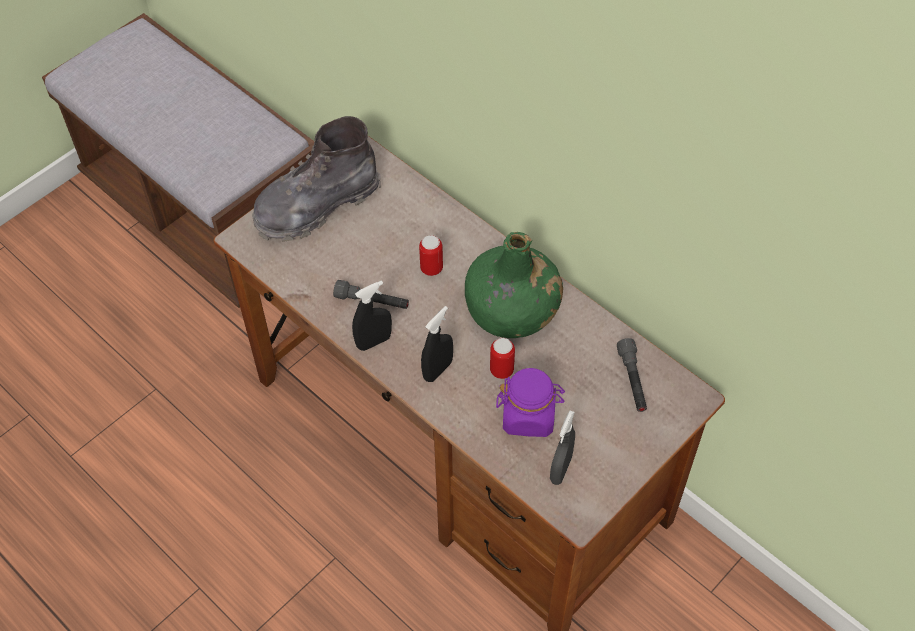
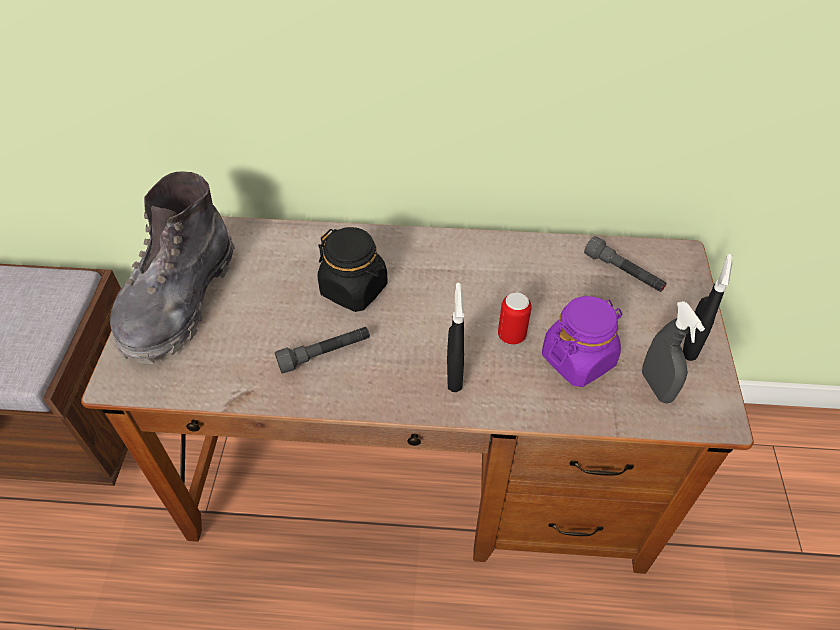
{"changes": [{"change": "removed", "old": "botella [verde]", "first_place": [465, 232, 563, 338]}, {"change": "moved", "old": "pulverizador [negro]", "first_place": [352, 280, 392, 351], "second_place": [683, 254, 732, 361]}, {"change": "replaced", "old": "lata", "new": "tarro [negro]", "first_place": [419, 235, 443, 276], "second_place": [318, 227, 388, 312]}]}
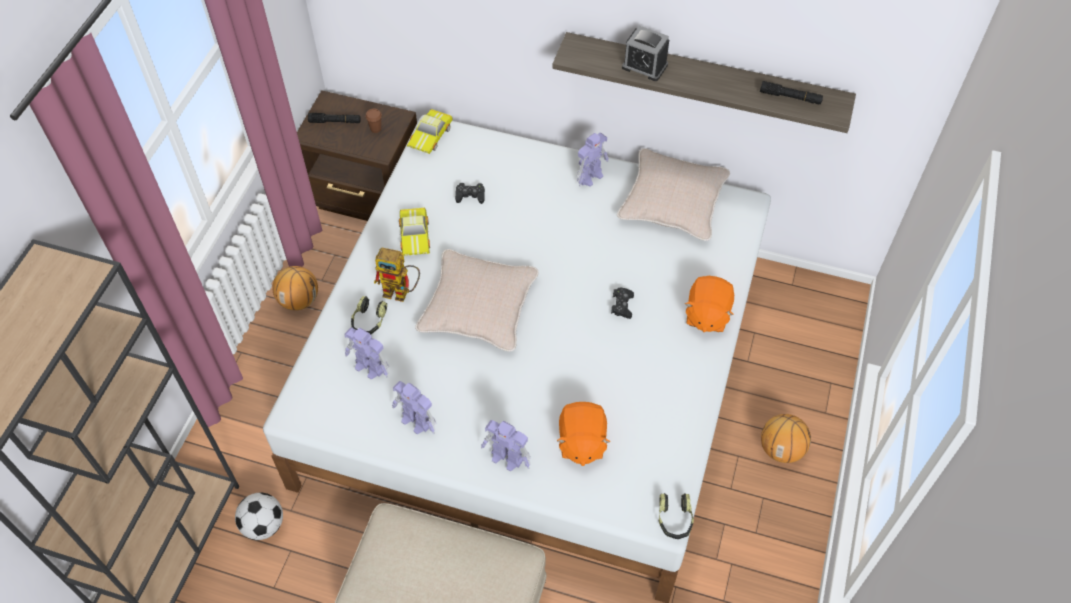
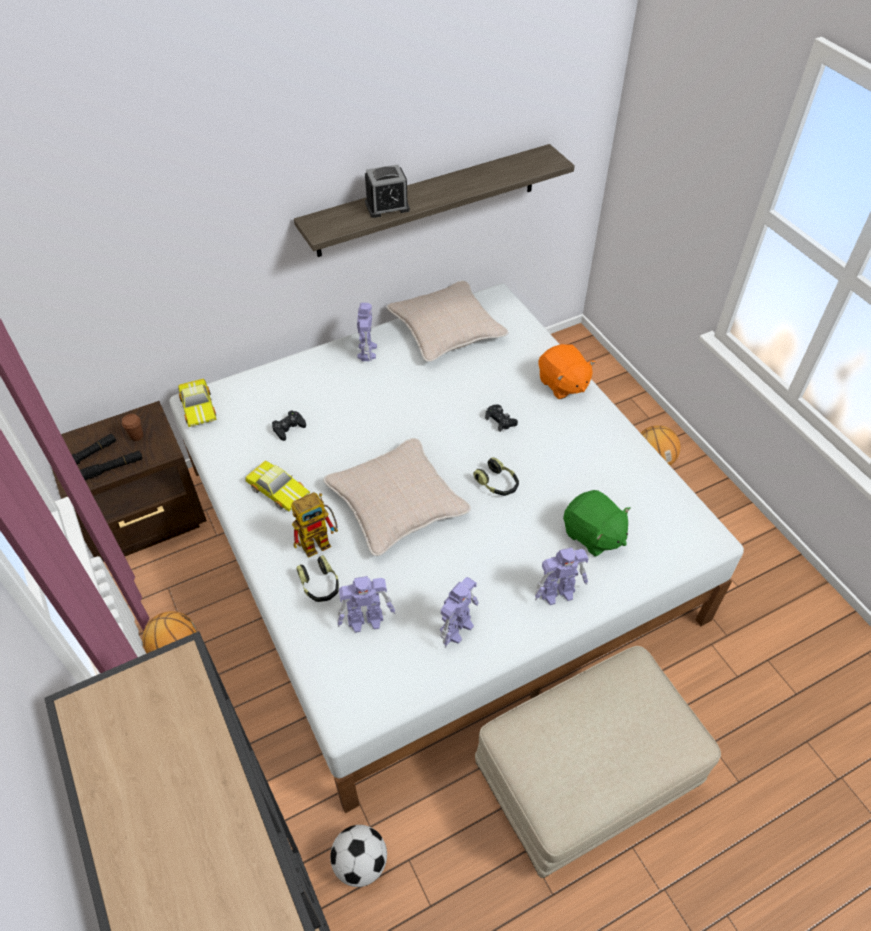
{"changes": [{"change": "moved", "old": "auriculares", "first_place": [659, 493, 694, 539], "second_place": [473, 457, 519, 496]}, {"change": "moved", "old": "linterna [negro]", "first_place": [760, 81, 823, 104], "second_place": [80, 451, 143, 480]}, {"change": "recoloured", "old": "peluche [naranja]", "new": "peluche [verde]", "first_place": [557, 402, 610, 466], "second_place": [563, 490, 631, 556]}, {"change": "turned", "old": "robot de juguete", "first_place": [392, 381, 436, 434], "second_place": [440, 577, 479, 648], "degrees": -45}]}
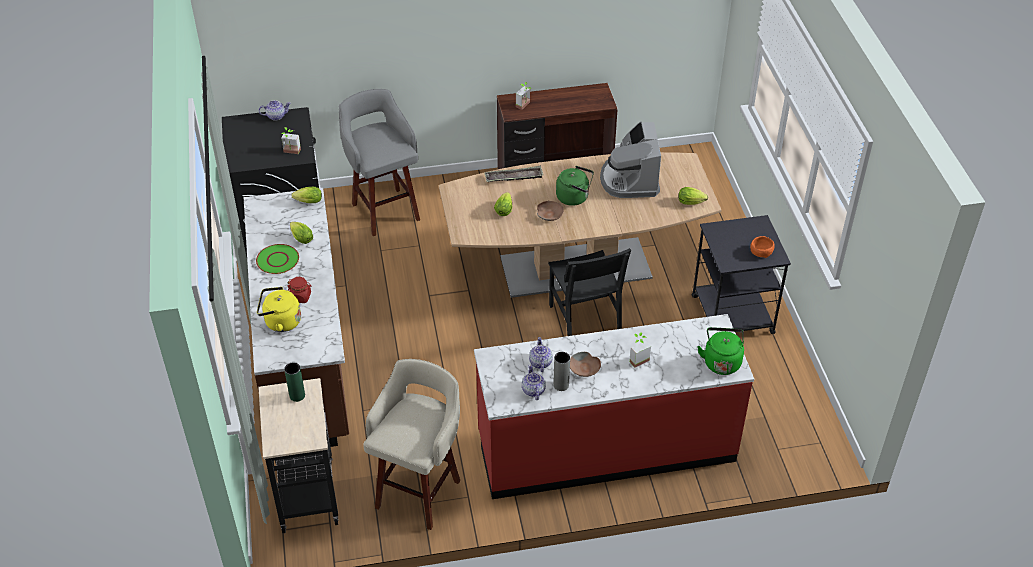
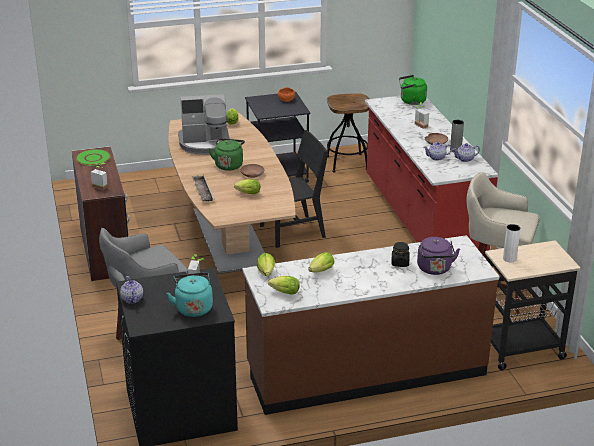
{"changes": [{"change": "added", "new": "hervidor [turquesa]", "second_place": [167, 272, 213, 317]}, {"change": "added", "new": "lechuga", "second_place": [268, 276, 300, 295]}, {"change": "added", "new": "taburete [marrón]", "second_place": [327, 93, 369, 173]}, {"change": "moved", "old": "plato [verde]", "first_place": [256, 244, 299, 274], "second_place": [76, 149, 111, 166]}, {"change": "recoloured", "old": "hervidor [amarillo]", "new": "hervidor [morado]", "first_place": [257, 287, 301, 332], "second_place": [417, 237, 460, 275]}, {"change": "recoloured", "old": "florero [verde]", "new": "florero [blanco]", "first_place": [284, 362, 305, 402], "second_place": [503, 224, 521, 263]}, {"change": "recoloured", "old": "tarro [rojo]", "new": "tarro [negro]", "first_place": [287, 277, 311, 303], "second_place": [392, 242, 410, 267]}]}
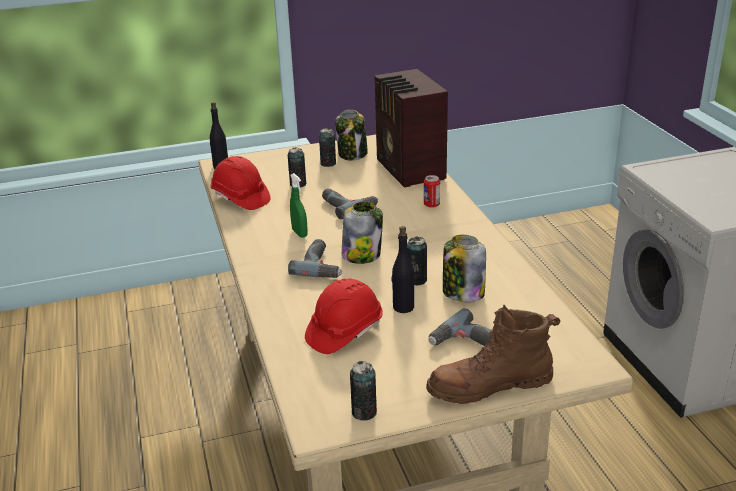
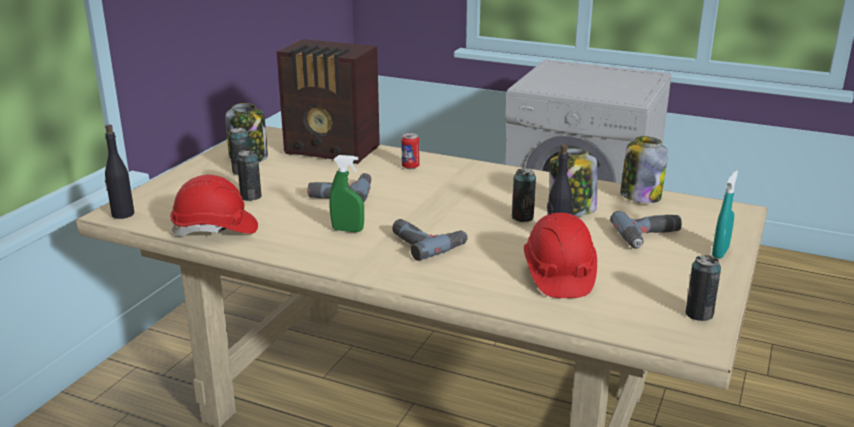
{"changes": [{"change": "moved", "old": "tarro", "first_place": [342, 201, 383, 264], "second_place": [620, 136, 668, 203]}, {"change": "replaced", "old": "bota [marrón]", "new": "pulverizador [turquesa]", "first_place": [426, 304, 561, 404], "second_place": [712, 171, 738, 259]}]}
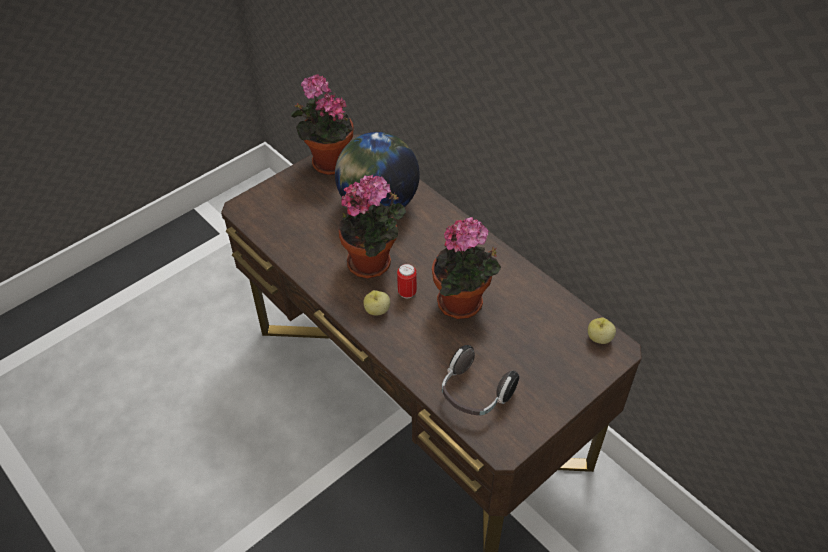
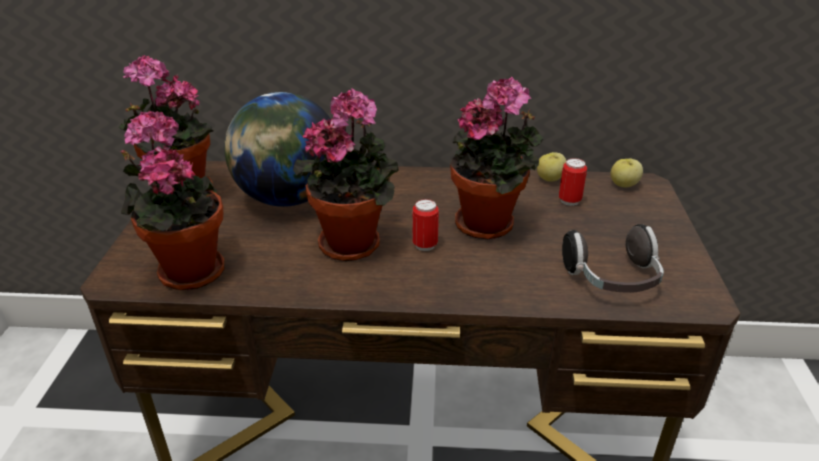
{"changes": [{"change": "added", "new": "planta en maceta", "second_place": [120, 111, 224, 290]}, {"change": "added", "new": "lata", "second_place": [559, 158, 587, 206]}, {"change": "moved", "old": "manzana", "first_place": [363, 290, 390, 316], "second_place": [537, 152, 566, 182]}]}
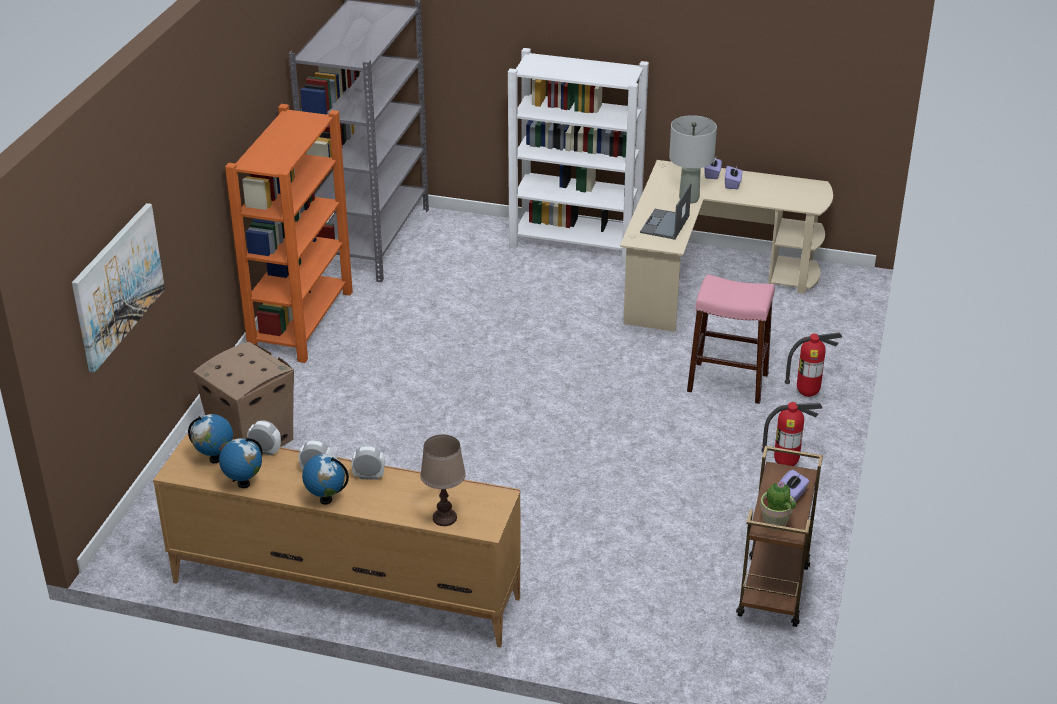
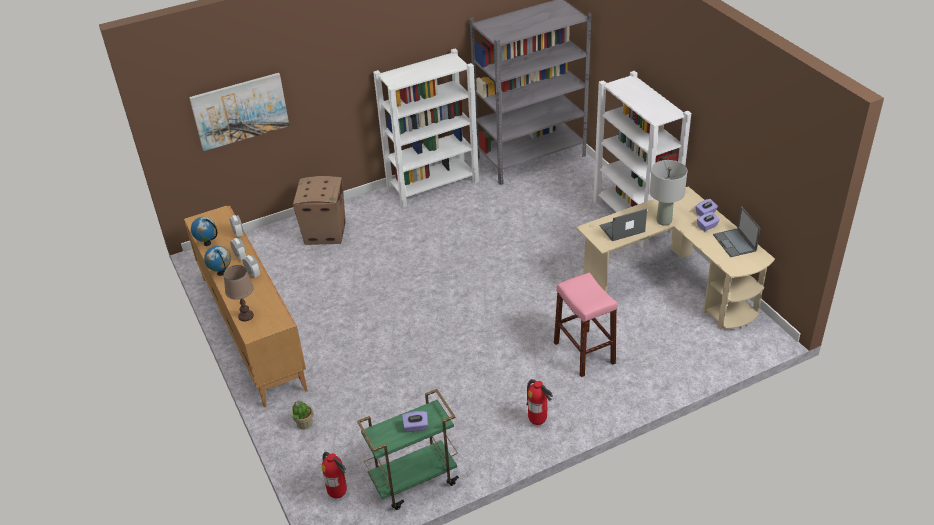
{"changes": [{"change": "removed", "old": "globo terráqueo", "first_place": [188, 414, 233, 463]}, {"change": "added", "new": "portátil", "second_place": [713, 206, 760, 257]}, {"change": "moved", "old": "planta en maceta", "first_place": [760, 481, 796, 530], "second_place": [292, 401, 314, 429]}, {"change": "moved", "old": "extintor", "first_place": [785, 332, 842, 397], "second_place": [322, 452, 347, 498]}, {"change": "recoloured", "old": "estantería [naranja]", "new": "estantería [blanco]", "first_place": [225, 104, 353, 363], "second_place": [373, 49, 479, 208]}, {"change": "recoloured", "old": "carrito [marrón]", "new": "carrito [verde]", "first_place": [736, 446, 823, 627], "second_place": [357, 389, 459, 510]}]}
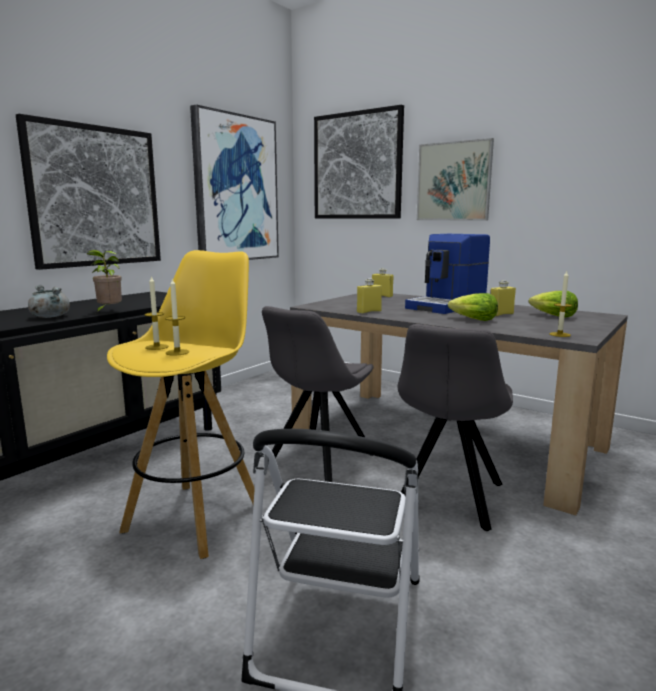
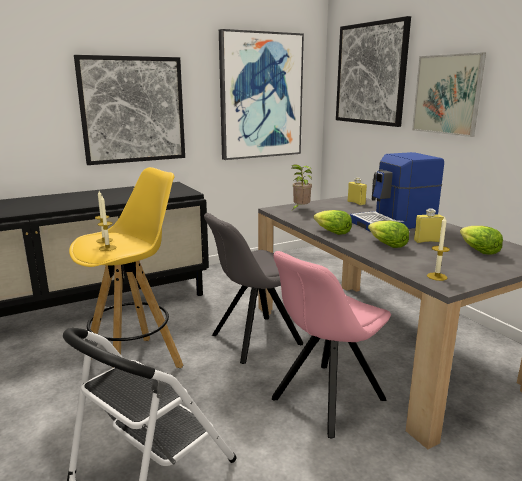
{"changes": [{"change": "removed", "old": "olla [gris]", "first_place": [28, 285, 70, 318]}, {"change": "removed", "old": "botella [amarillo]", "first_place": [357, 278, 382, 314]}, {"change": "added", "new": "lechuga", "second_place": [313, 210, 352, 235]}, {"change": "moved", "old": "planta en maceta", "first_place": [86, 250, 122, 314], "second_place": [292, 164, 312, 209]}, {"change": "recoloured", "old": "silla [gris]", "new": "silla [rosa]", "first_place": [398, 324, 513, 531], "second_place": [272, 251, 391, 438]}]}
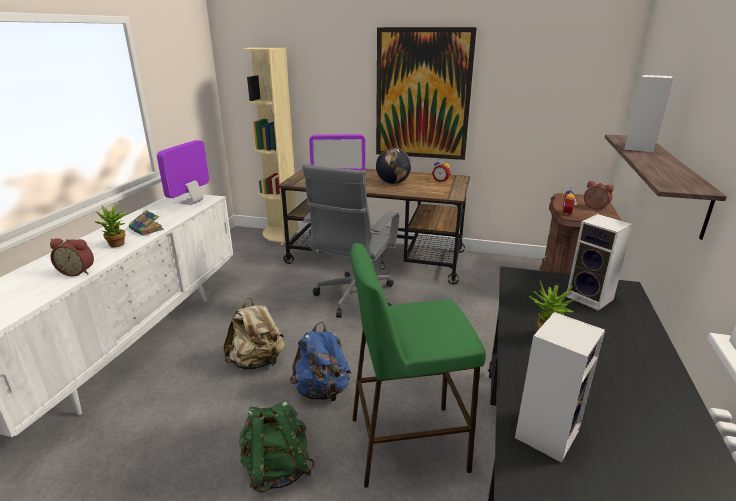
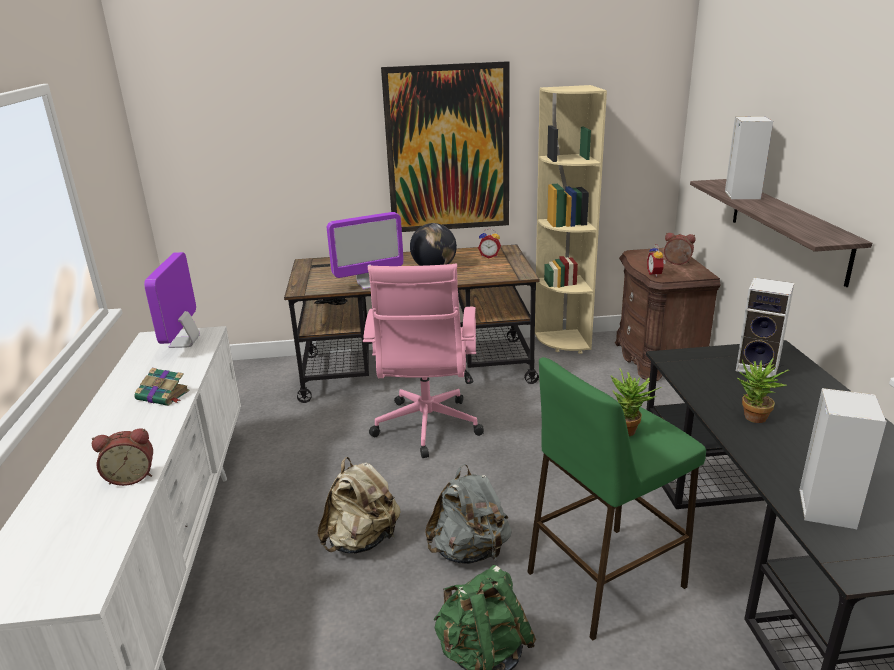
{"changes": [{"change": "moved", "old": "planta en maceta", "first_place": [94, 204, 130, 247], "second_place": [611, 369, 662, 436]}, {"change": "moved", "old": "estantería [beis]", "first_place": [243, 48, 298, 245], "second_place": [535, 85, 607, 354]}, {"change": "recoloured", "old": "mochila [azul]", "new": "mochila [gris]", "first_place": [290, 322, 351, 403], "second_place": [425, 464, 512, 564]}, {"change": "recoloured", "old": "silla de oficina [gris]", "new": "silla de oficina [rosa]", "first_place": [302, 164, 399, 318], "second_place": [363, 263, 484, 458]}]}
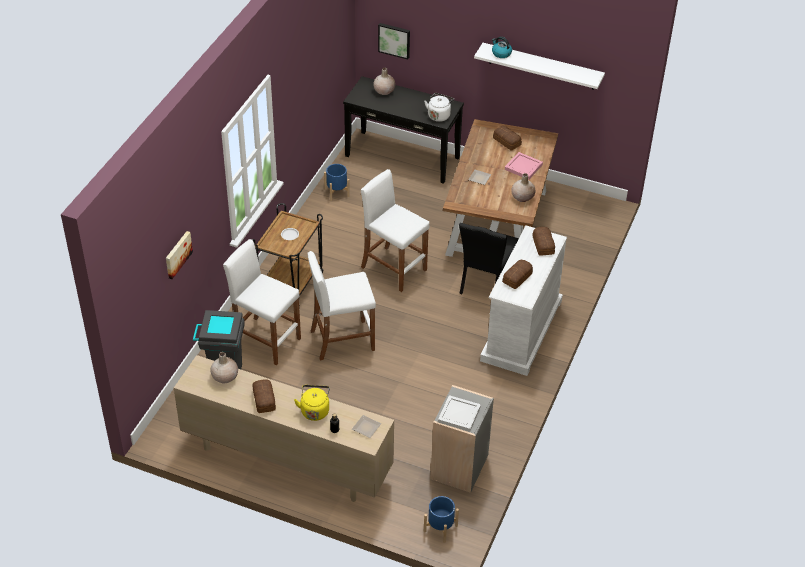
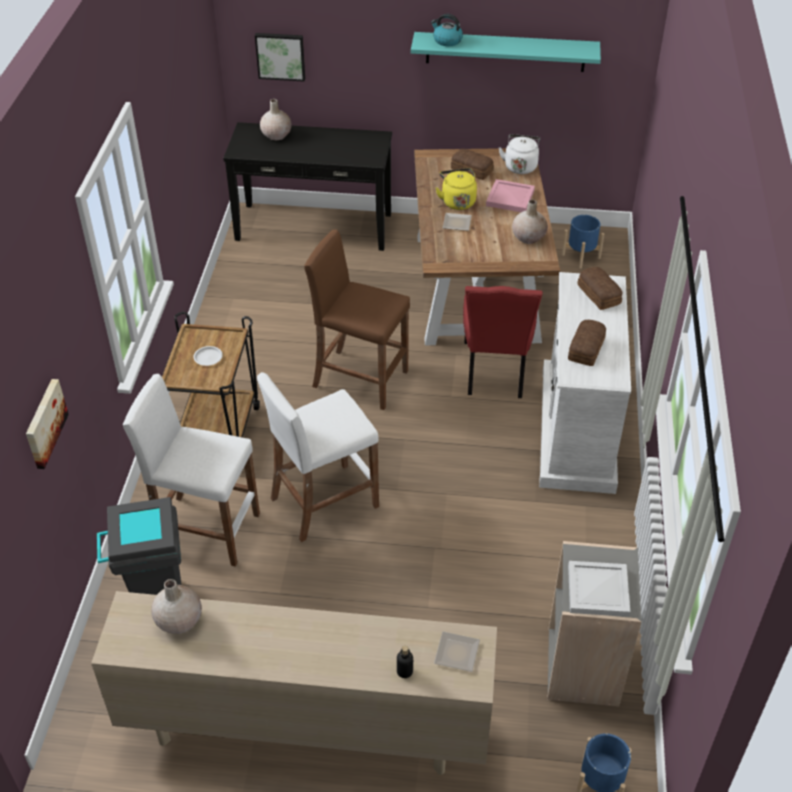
{"changes": [{"change": "removed", "old": "pan", "first_place": [252, 379, 276, 413]}, {"change": "moved", "old": "hervidor [amarillo]", "first_place": [294, 385, 330, 421], "second_place": [436, 168, 477, 210]}, {"change": "moved", "old": "maceta [azul]", "first_place": [324, 164, 350, 201], "second_place": [562, 215, 604, 268]}, {"change": "moved", "old": "hervidor [blanco]", "first_place": [425, 93, 454, 122], "second_place": [499, 134, 540, 174]}, {"change": "recoloured", "old": "taburete [blanco]", "new": "taburete [marrón]", "first_place": [361, 169, 429, 292], "second_place": [304, 229, 410, 410]}, {"change": "recoloured", "old": "silla [negro]", "new": "silla [rojo]", "first_place": [459, 223, 519, 294], "second_place": [463, 286, 543, 398]}, {"change": "recoloured", "old": "estante [blanco]", "new": "estante [turquesa]", "first_place": [474, 43, 605, 90], "second_place": [411, 32, 601, 72]}]}
